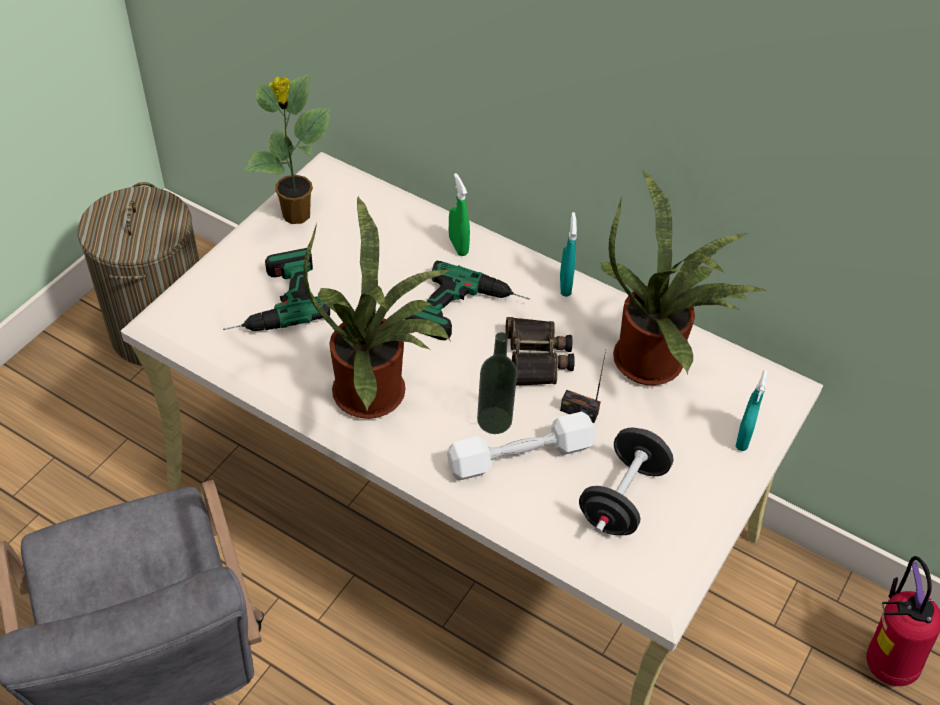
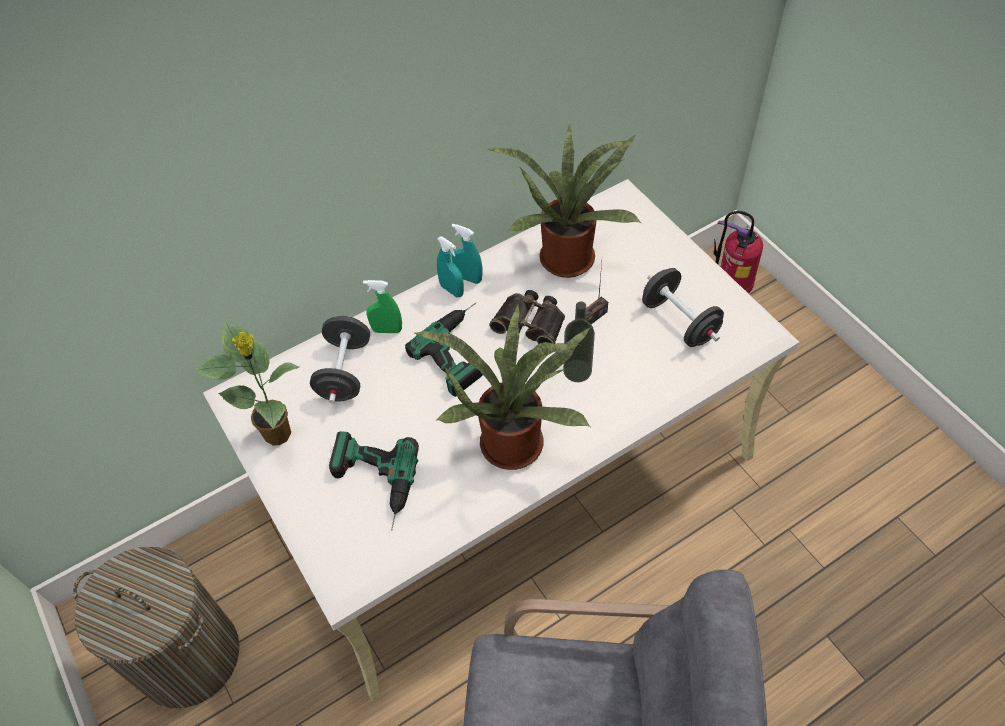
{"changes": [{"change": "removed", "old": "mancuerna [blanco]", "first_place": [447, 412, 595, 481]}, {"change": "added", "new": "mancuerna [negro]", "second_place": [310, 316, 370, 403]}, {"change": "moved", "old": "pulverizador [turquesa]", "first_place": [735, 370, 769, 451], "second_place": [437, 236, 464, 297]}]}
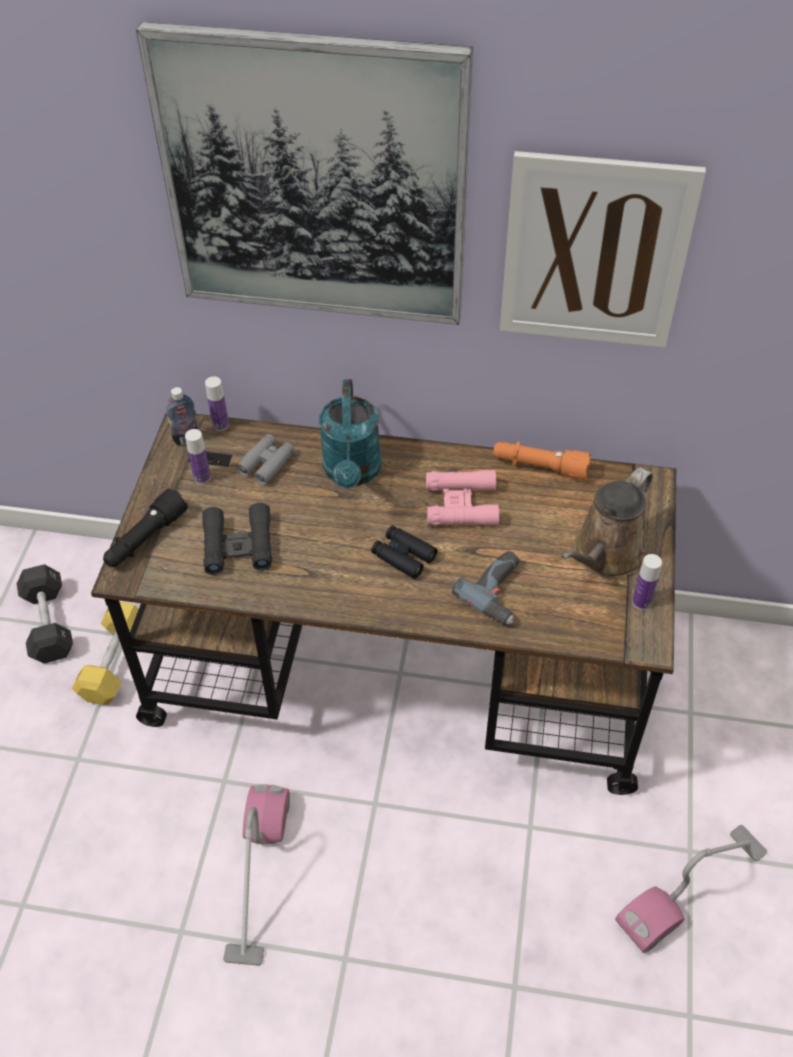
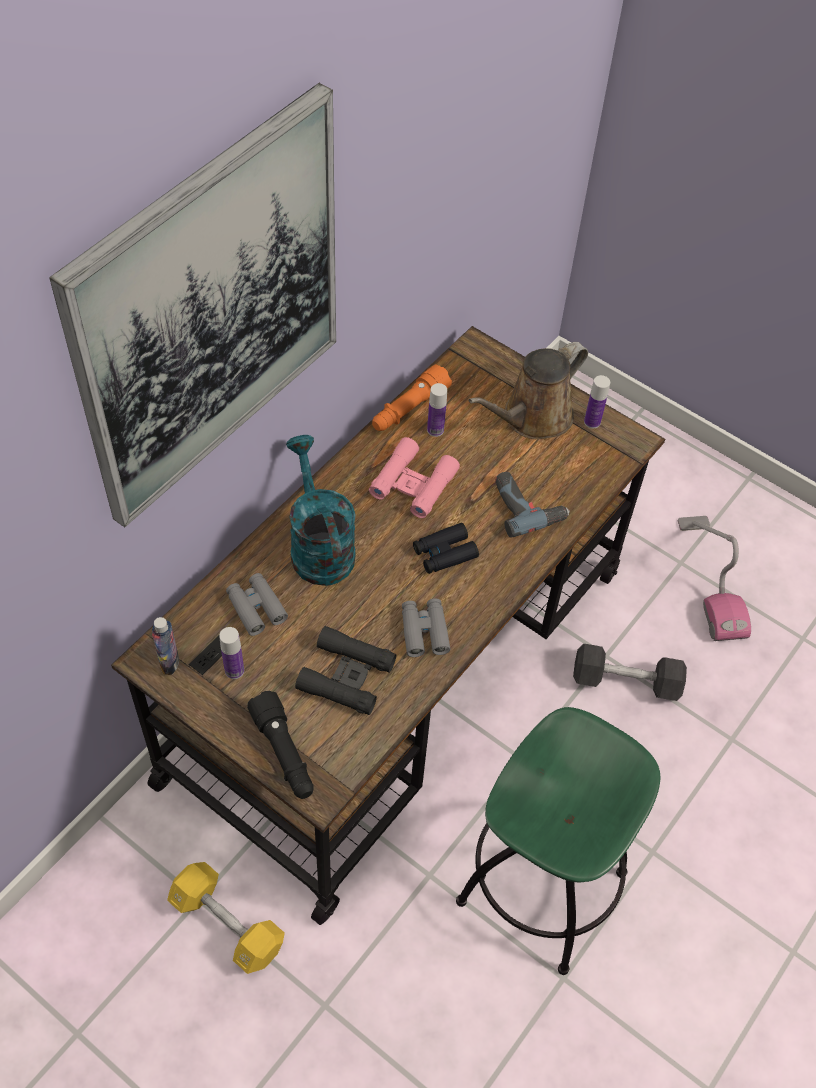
{"changes": [{"change": "removed", "old": "cuadro", "first_place": [500, 151, 706, 348]}, {"change": "added", "new": "prismáticos [gris]", "second_place": [402, 599, 450, 657]}, {"change": "moved", "old": "mancuerna [negro]", "first_place": [17, 564, 73, 664], "second_place": [573, 644, 687, 701]}, {"change": "moved", "old": "botella", "first_place": [205, 377, 229, 431], "second_place": [427, 383, 447, 437]}, {"change": "replaced", "old": "aspiradora", "new": "taburete [verde]", "first_place": [223, 784, 290, 966], "second_place": [456, 707, 660, 975]}, {"change": "turned", "old": "regadera [turquesa]", "first_place": [319, 379, 381, 489], "second_place": [286, 435, 356, 586], "degrees": -135}, {"change": "turned", "old": "regadera [marrón]", "first_place": [561, 467, 653, 578], "second_place": [468, 342, 588, 439], "degrees": 75}]}
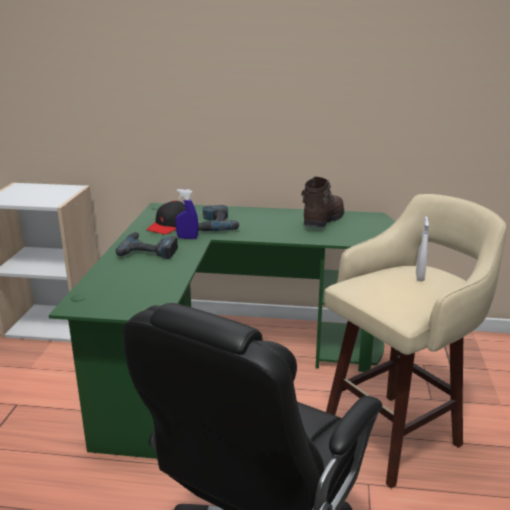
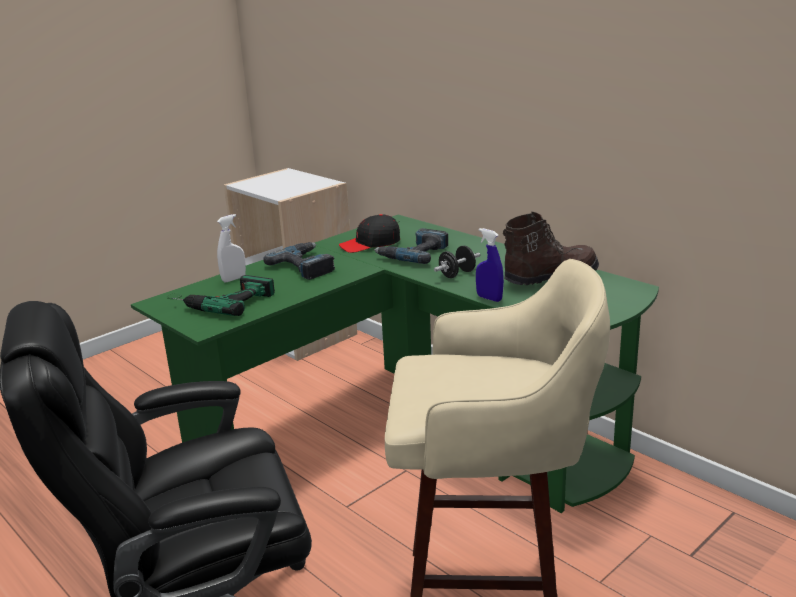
{"changes": [{"change": "added", "new": "taladro", "second_place": [172, 275, 275, 316]}, {"change": "added", "new": "mancuerna [negro]", "second_place": [434, 246, 480, 278]}, {"change": "moved", "old": "pulverizador [azul]", "first_place": [175, 189, 198, 239], "second_place": [476, 228, 504, 302]}, {"change": "moved", "old": "pulverizador [blanco]", "first_place": [416, 217, 429, 281], "second_place": [217, 214, 246, 282]}]}
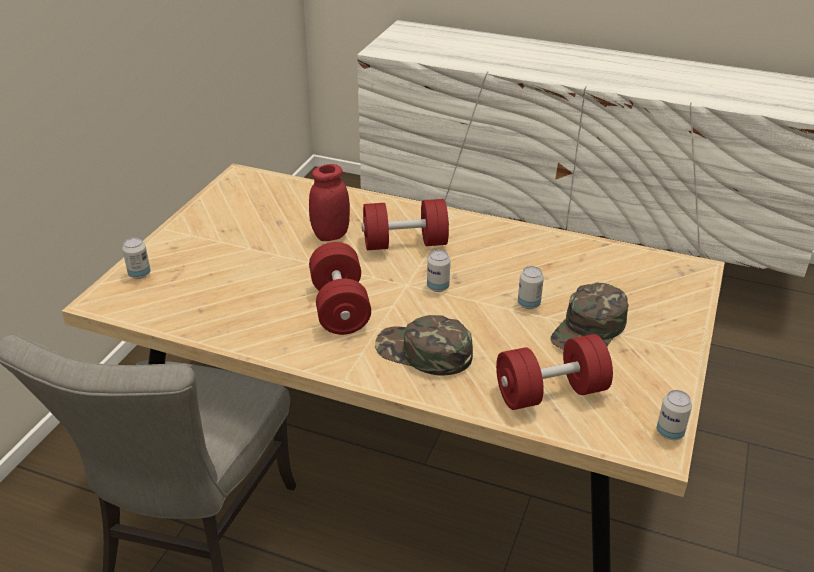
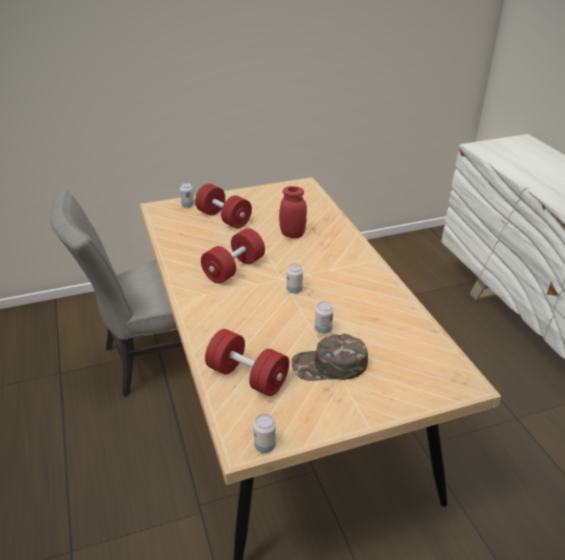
{"changes": [{"change": "removed", "old": "gorra [verde]", "first_place": [375, 315, 473, 375]}, {"change": "moved", "old": "mancuerna [rojo]", "first_place": [362, 199, 449, 250], "second_place": [195, 184, 252, 228]}]}
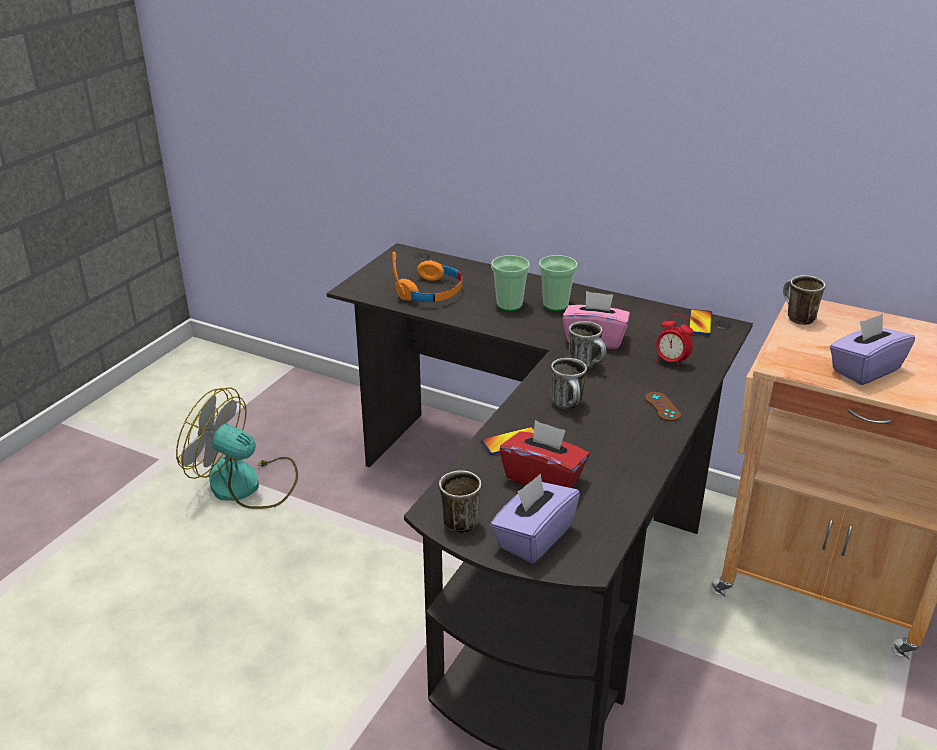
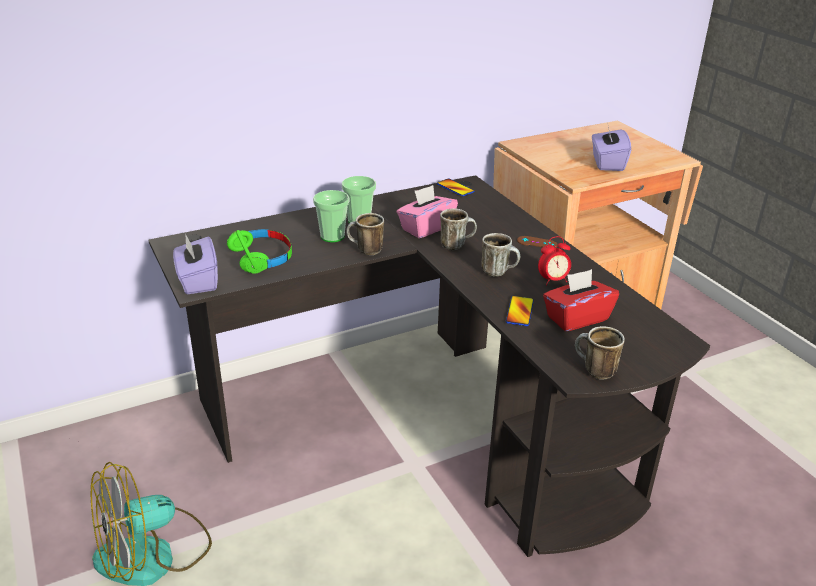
{"changes": [{"change": "moved", "old": "caja de pañuelos [morado]", "first_place": [490, 473, 580, 563], "second_place": [173, 234, 218, 294]}, {"change": "moved", "old": "despertador", "first_place": [656, 314, 694, 369], "second_place": [538, 236, 571, 285]}, {"change": "moved", "old": "taza grande", "first_place": [783, 275, 826, 325], "second_place": [346, 213, 384, 255]}, {"change": "recoloured", "old": "auriculares [naranja]", "new": "auriculares [verde]", "first_place": [392, 252, 462, 302], "second_place": [227, 229, 292, 274]}]}
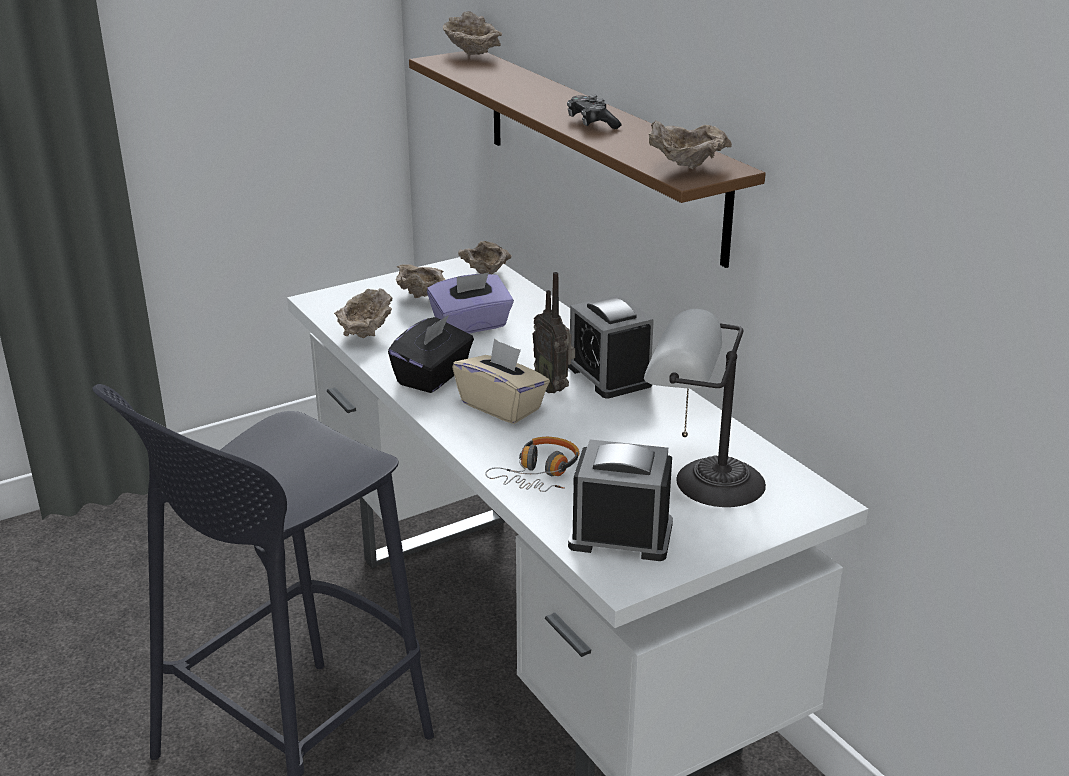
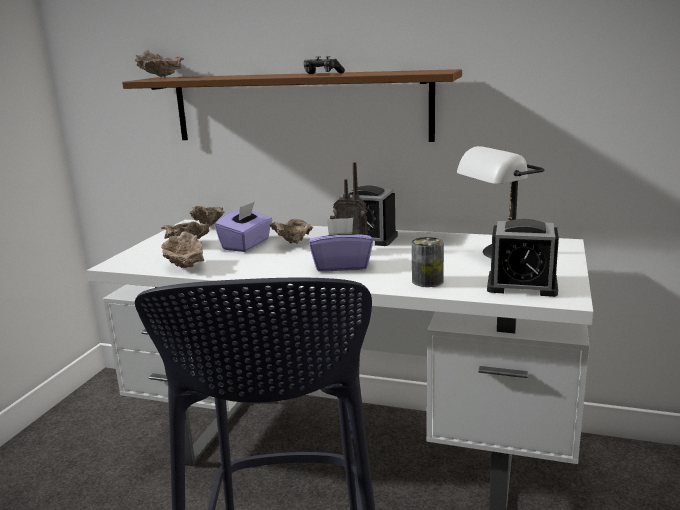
{"changes": [{"change": "removed", "old": "caja de pañuelos [negro]", "first_place": [388, 315, 474, 393]}, {"change": "moved", "old": "cuenco [beis]", "first_place": [649, 120, 732, 169], "second_place": [270, 219, 313, 244]}, {"change": "replaced", "old": "auriculares", "new": "lata", "first_place": [485, 437, 579, 492], "second_place": [412, 237, 444, 287]}, {"change": "recoloured", "old": "caja de pañuelos [beis]", "new": "caja de pañuelos [morado]", "first_place": [452, 338, 550, 424], "second_place": [309, 218, 373, 272]}, {"change": "turned", "old": "despertador", "first_place": [568, 439, 673, 561], "second_place": [487, 219, 559, 297], "degrees": -135}]}
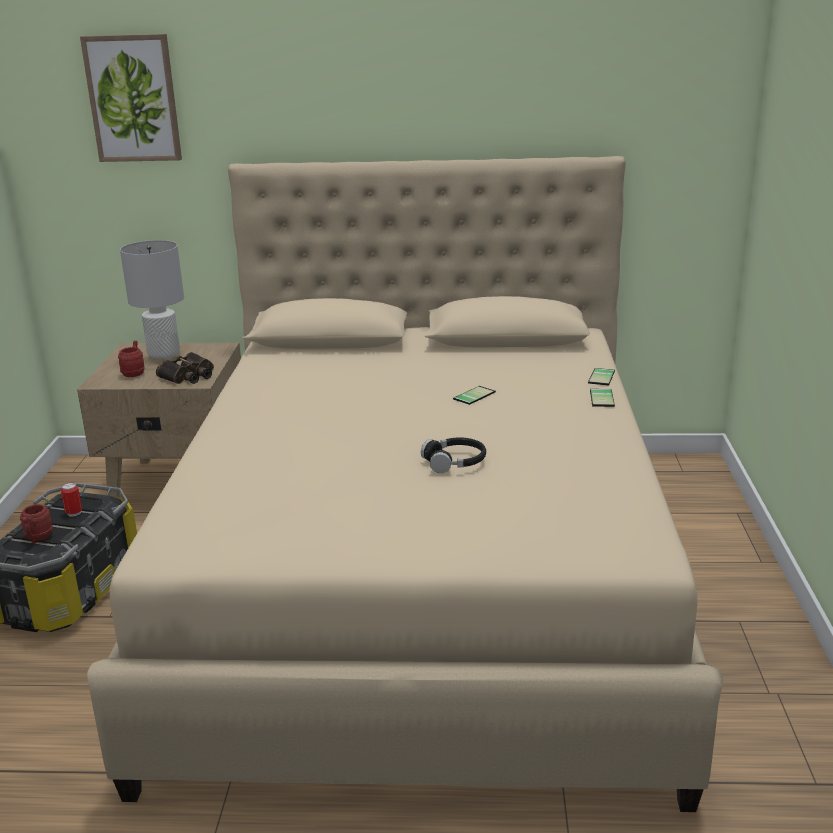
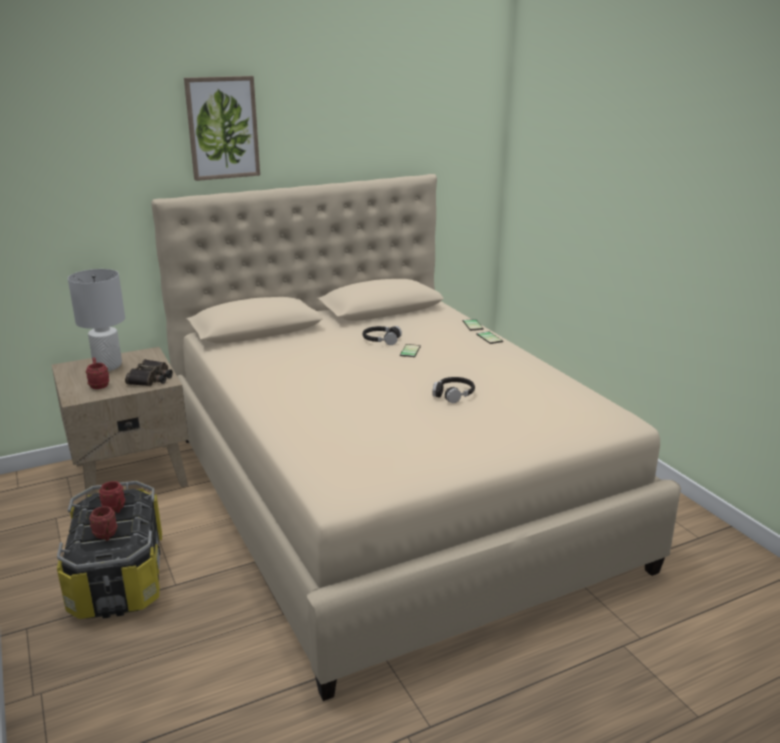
{"changes": [{"change": "added", "new": "auriculares [negro]", "second_place": [363, 326, 402, 345]}, {"change": "moved", "old": "cuadro", "first_place": [80, 34, 182, 162], "second_place": [184, 76, 260, 181]}, {"change": "replaced", "old": "lata", "new": "taza grande [rojo]", "first_place": [61, 483, 82, 517], "second_place": [99, 481, 125, 513]}]}
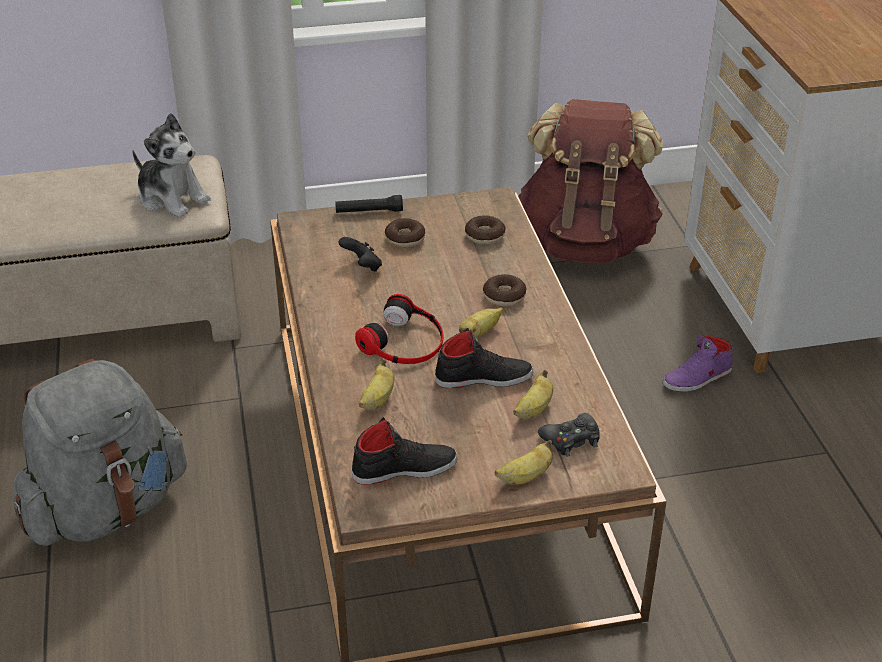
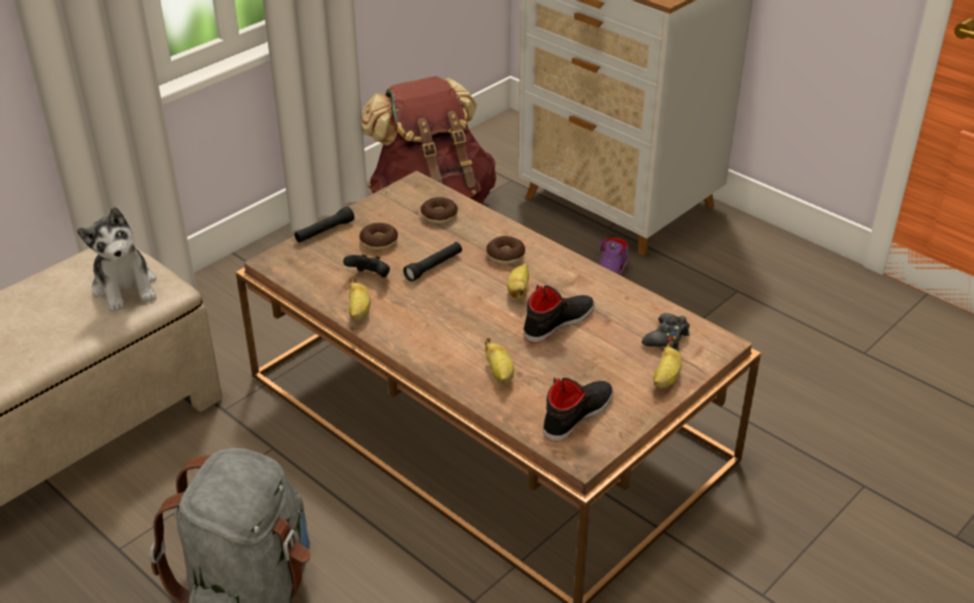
{"changes": [{"change": "removed", "old": "auriculares", "first_place": [355, 294, 444, 364]}, {"change": "added", "new": "linterna [negro]", "second_place": [403, 242, 462, 282]}, {"change": "moved", "old": "plátano", "first_place": [513, 370, 554, 419], "second_place": [349, 278, 370, 321]}, {"change": "turned", "old": "peluche", "first_place": [132, 113, 211, 218], "second_place": [77, 207, 156, 312], "degrees": 60}]}
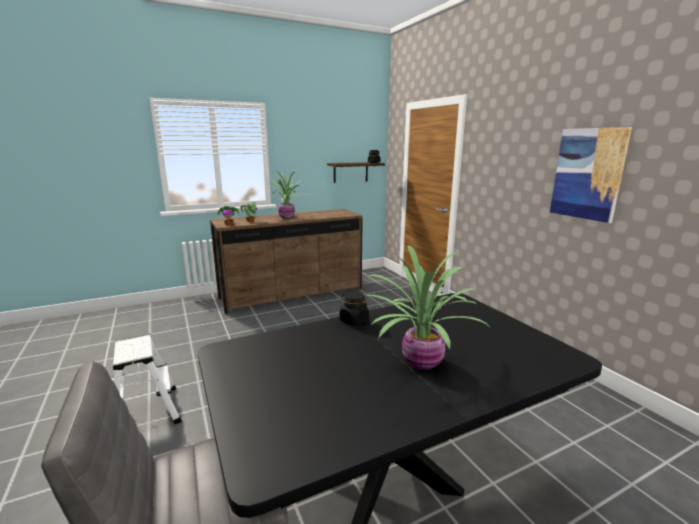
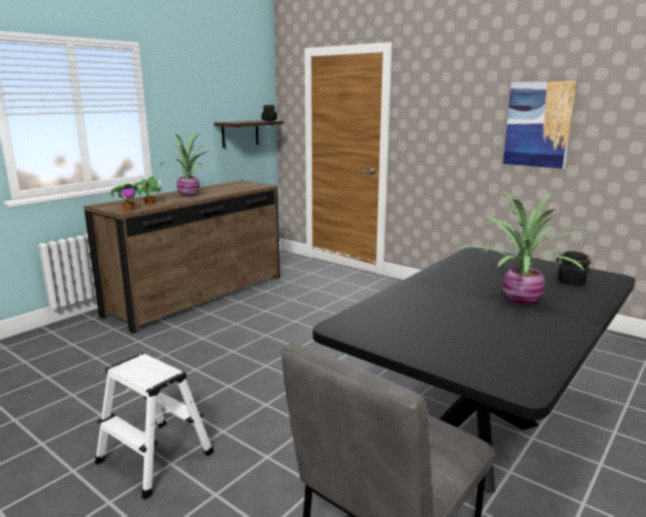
{"changes": [{"change": "moved", "old": "tarro [negro]", "first_place": [340, 292, 369, 326], "second_place": [556, 251, 591, 285]}]}
